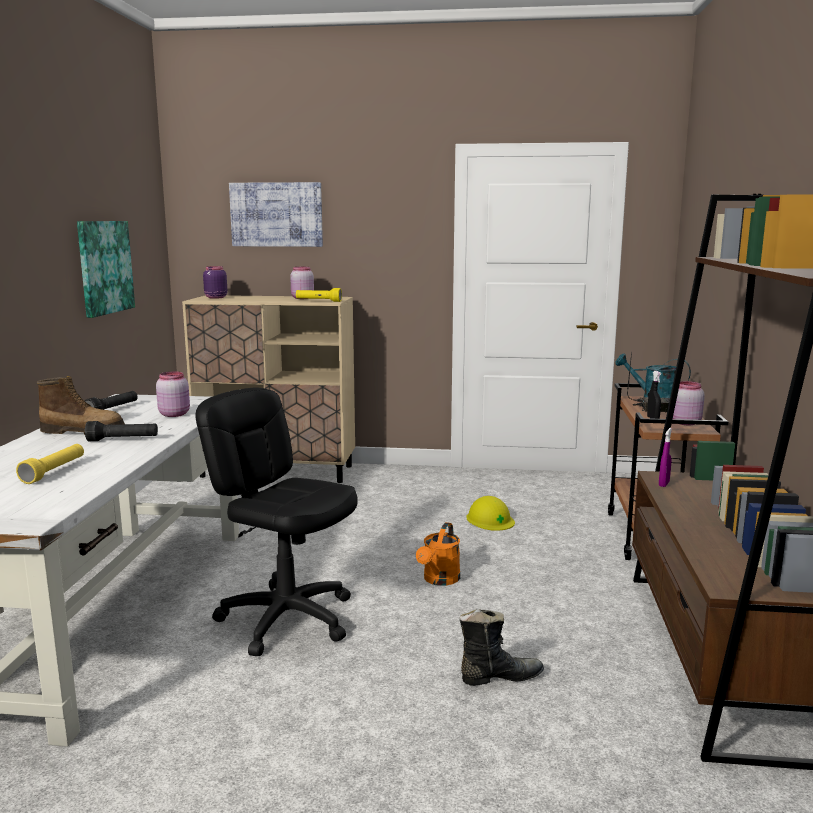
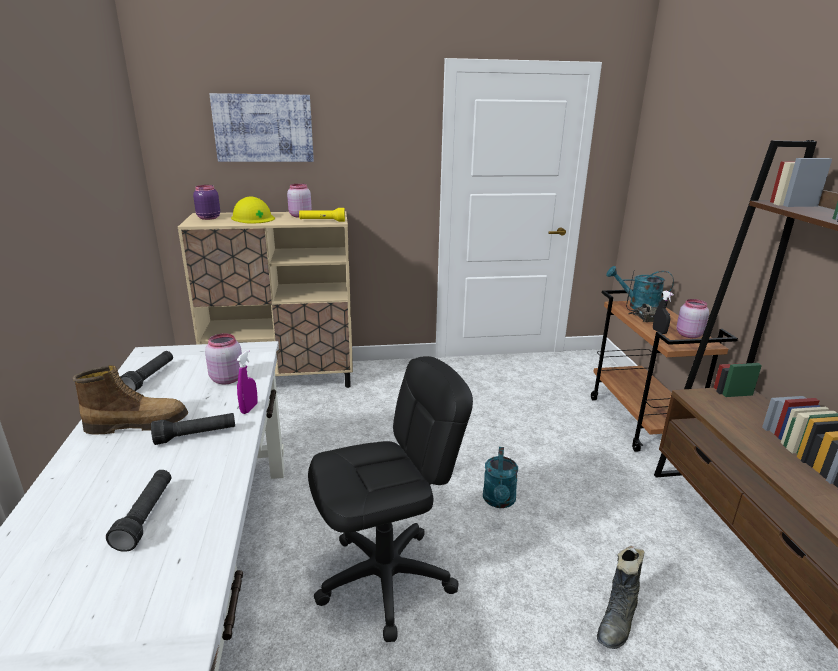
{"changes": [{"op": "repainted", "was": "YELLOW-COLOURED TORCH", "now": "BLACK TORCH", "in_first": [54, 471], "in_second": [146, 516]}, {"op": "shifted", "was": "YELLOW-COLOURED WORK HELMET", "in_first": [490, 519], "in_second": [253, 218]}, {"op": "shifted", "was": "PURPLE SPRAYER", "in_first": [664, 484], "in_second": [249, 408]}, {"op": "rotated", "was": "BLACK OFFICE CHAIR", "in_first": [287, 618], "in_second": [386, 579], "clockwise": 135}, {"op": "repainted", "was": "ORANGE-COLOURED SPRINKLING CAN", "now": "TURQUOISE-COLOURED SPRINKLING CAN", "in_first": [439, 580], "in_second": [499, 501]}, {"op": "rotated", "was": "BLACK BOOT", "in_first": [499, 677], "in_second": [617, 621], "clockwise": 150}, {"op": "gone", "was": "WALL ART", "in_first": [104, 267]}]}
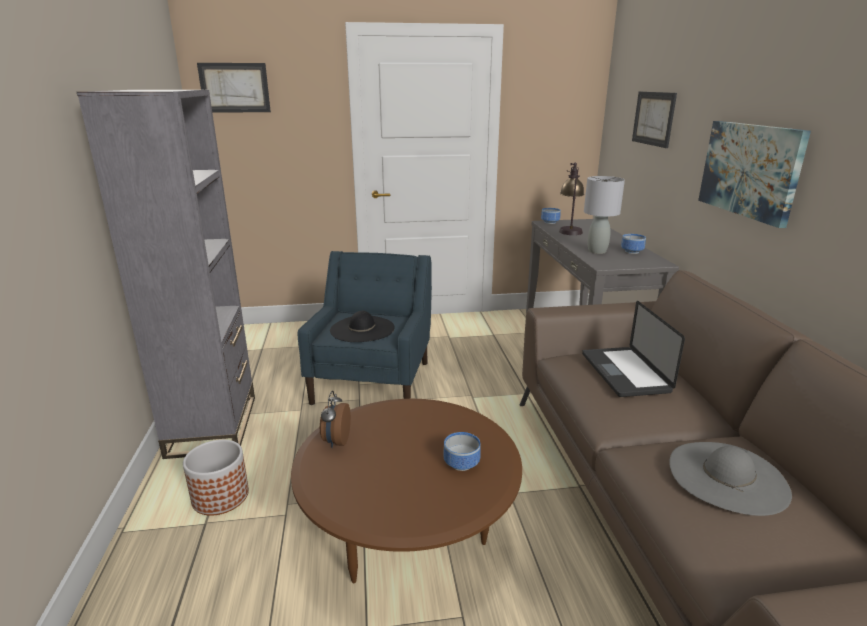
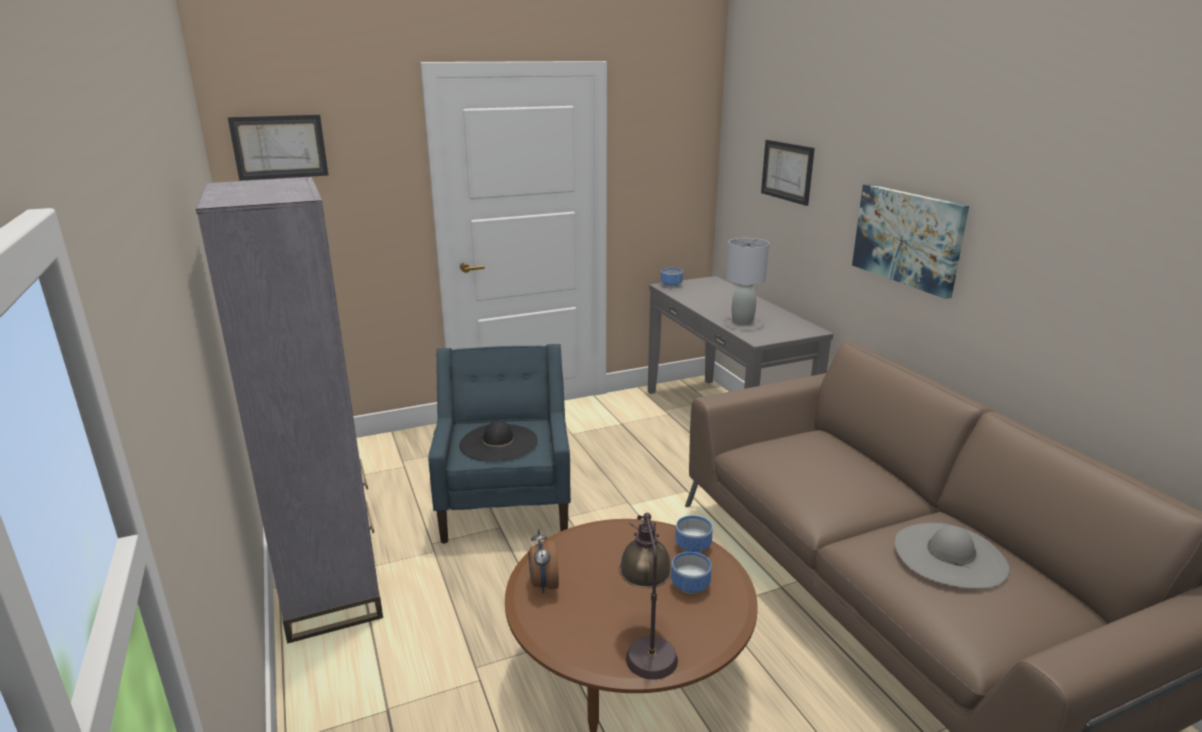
{"changes": [{"op": "shifted", "was": "TABLE LAMP", "in_first": [569, 230], "in_second": [647, 644]}, {"op": "shifted", "was": "SERVING BOWL", "in_first": [631, 251], "in_second": [691, 547]}, {"op": "gone", "was": "PLANT POT", "in_first": [220, 497]}, {"op": "gone", "was": "NOTEBOOK COMPUTER", "in_first": [625, 372]}]}
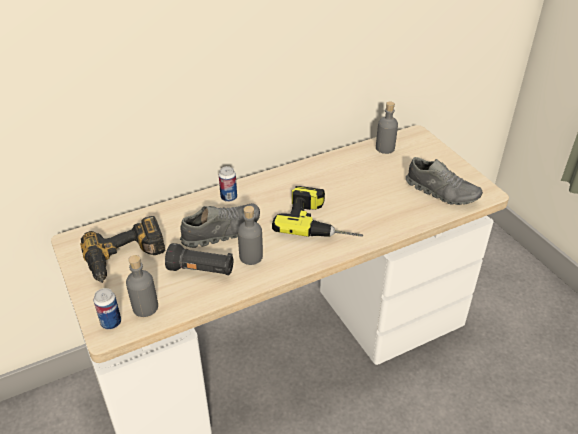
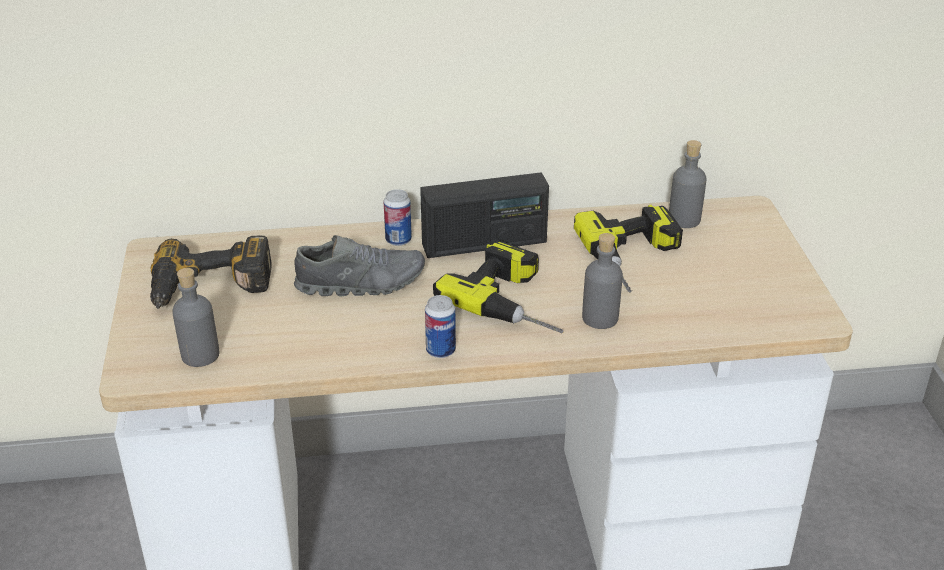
{"changes": [{"op": "new", "now": "RADIO SET", "in_second": [484, 243]}, {"op": "shifted", "was": "METAL CAN", "in_first": [111, 322], "in_second": [440, 351]}, {"op": "new", "now": "ELECTRIC DRILL", "in_second": [637, 259]}, {"op": "shifted", "was": "GREYISH DRINK BOTTLE", "in_first": [251, 256], "in_second": [600, 318]}, {"op": "gone", "was": "BLACK TORCH", "in_first": [201, 270]}, {"op": "gone", "was": "GREYISH ITEM OF FOOTWEAR", "in_first": [441, 192]}]}
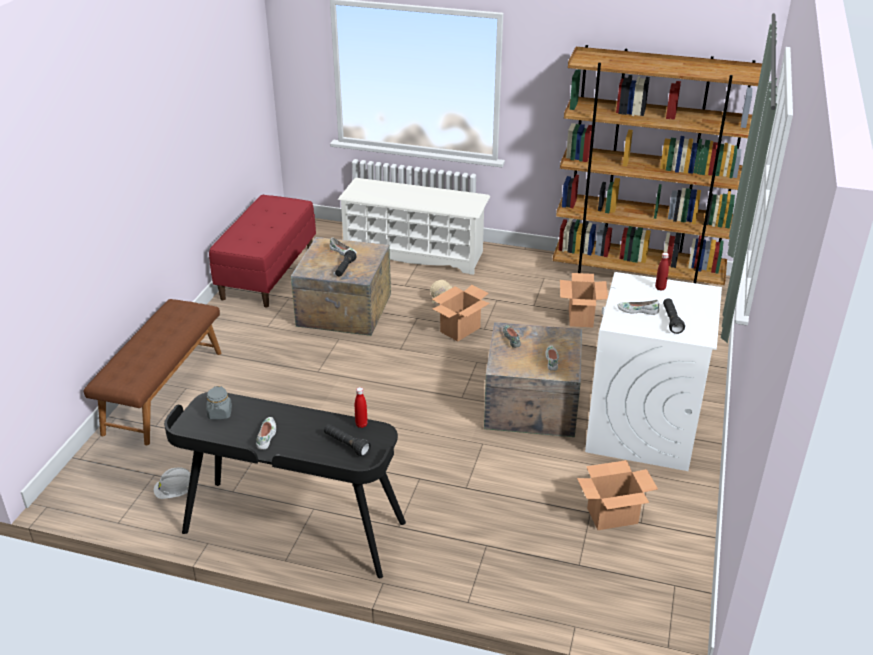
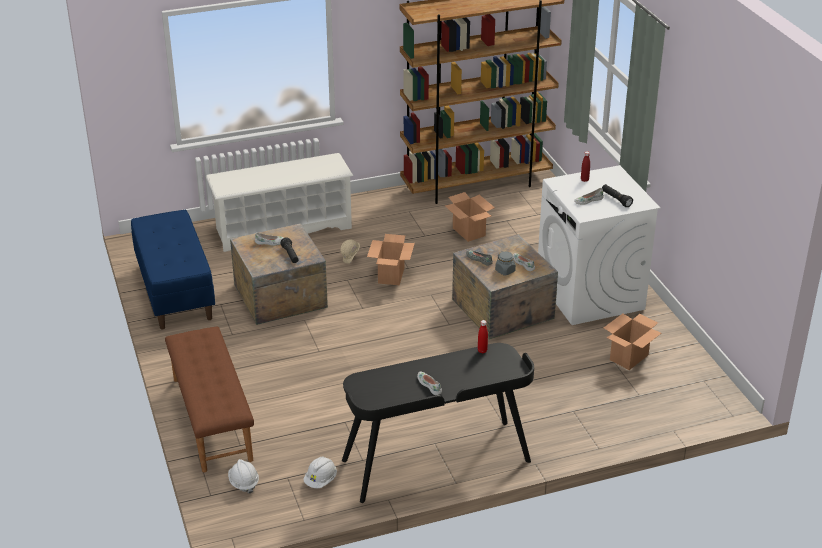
{"changes": [{"op": "repainted", "was": "RED BENCH", "now": "BLUE-COLOURED BENCH", "in_first": [268, 273], "in_second": [174, 291]}, {"op": "new", "now": "WHITISH WORK HELMET", "in_second": [243, 482]}, {"op": "shifted", "was": "GREYISH PRESERVE JAR", "in_first": [220, 413], "in_second": [505, 271]}, {"op": "gone", "was": "BLACK TORCH", "in_first": [346, 445]}]}
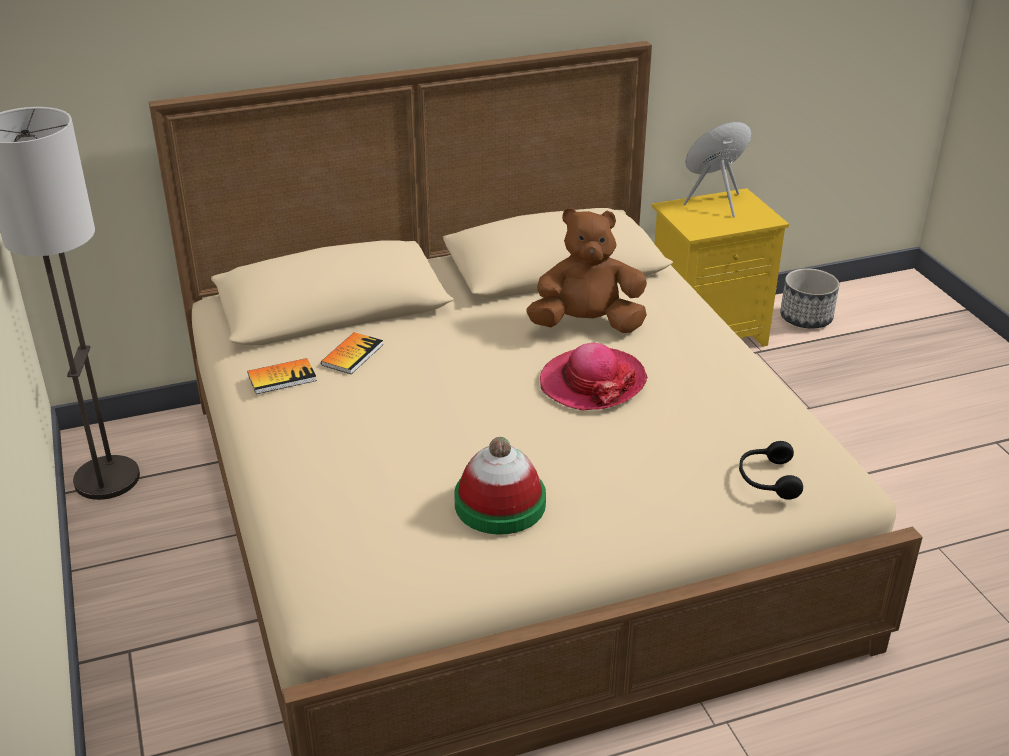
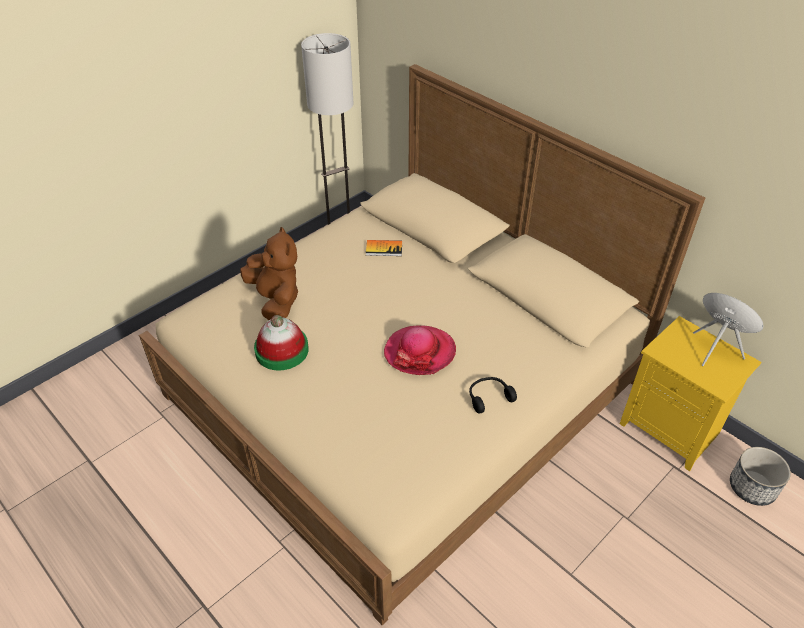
{"changes": [{"op": "shifted", "was": "BROWN-COLOURED SOFT TOY", "in_first": [587, 324], "in_second": [276, 300]}, {"op": "shifted", "was": "BLACK HEADSET", "in_first": [767, 479], "in_second": [489, 397]}, {"op": "gone", "was": "BOOK", "in_first": [282, 377]}]}
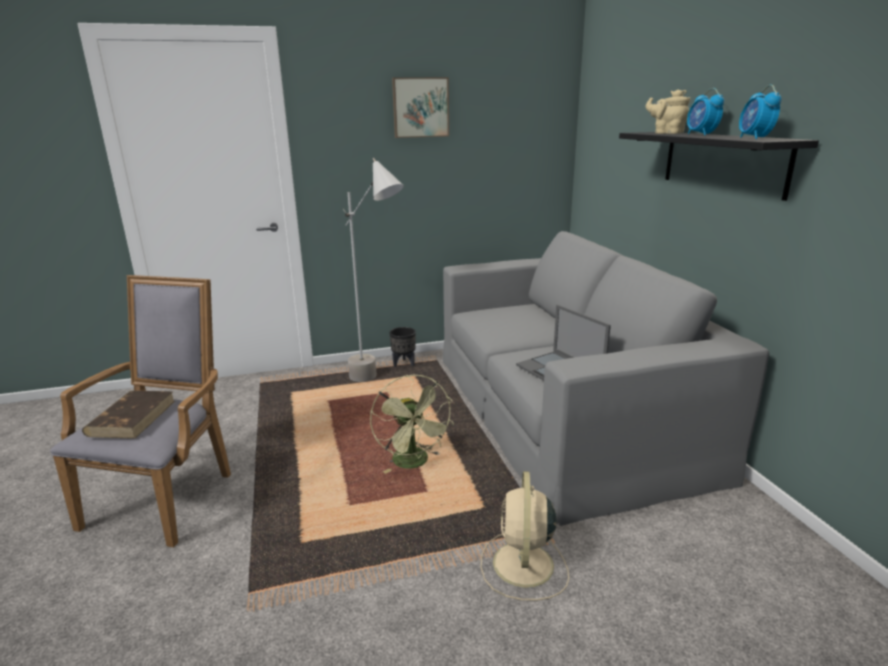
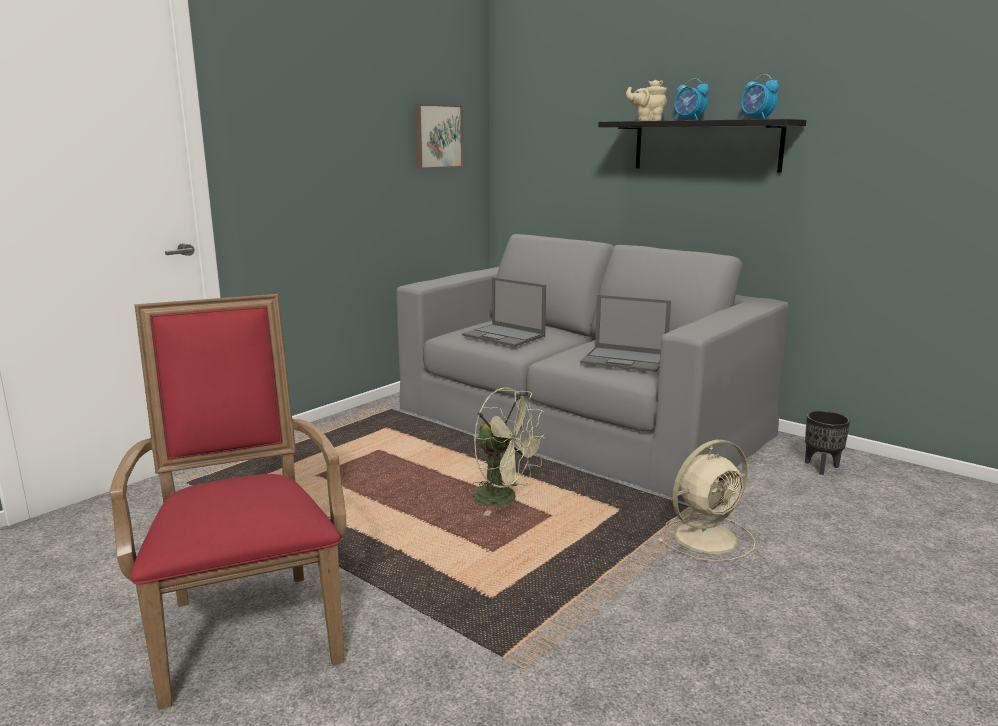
{"changes": [{"op": "repainted", "was": "GREYISH LOUNGE CHAIR", "now": "RED LOUNGE CHAIR", "in_first": [168, 495], "in_second": [247, 624]}, {"op": "shifted", "was": "WALL ART", "in_first": [420, 107], "in_second": [436, 136]}, {"op": "new", "now": "NOTEBOOK COMPUTER", "in_second": [504, 336]}, {"op": "rotated", "was": "BEIGE-COLOURED FAN", "in_first": [523, 566], "in_second": [708, 537], "clockwise": -90}, {"op": "shifted", "was": "BLACK PLANT POT", "in_first": [403, 364], "in_second": [821, 468]}, {"op": "gone", "was": "BROWN-COLOURED BOOK", "in_first": [132, 417]}, {"op": "gone", "was": "GREYISH STANDARD LAMP", "in_first": [379, 382]}]}
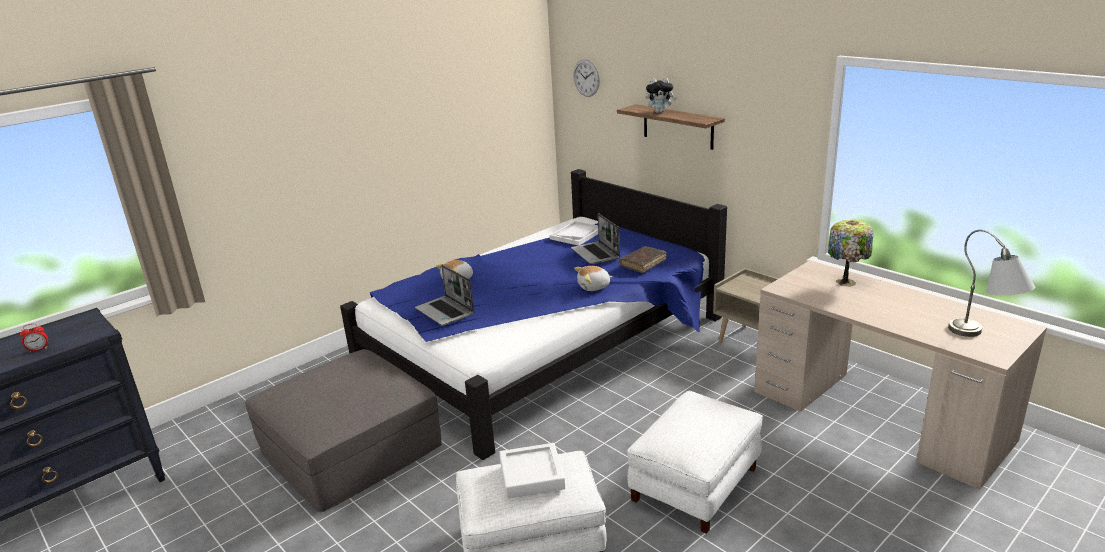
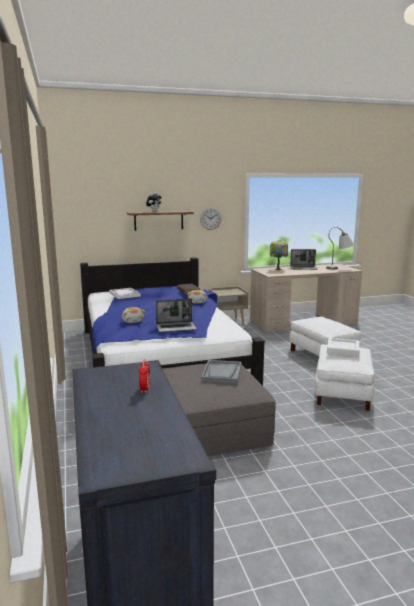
{"changes": [{"op": "shifted", "was": "WALL CLOCK", "in_first": [586, 78], "in_second": [210, 218]}, {"op": "new", "now": "GREYISH SERVING TRAY", "in_second": [222, 373]}, {"op": "shifted", "was": "NOTEBOOK COMPUTER", "in_first": [596, 254], "in_second": [304, 268]}]}
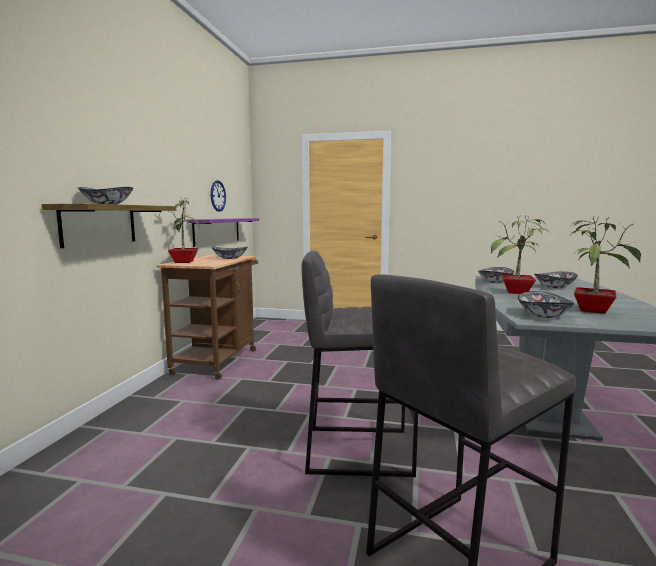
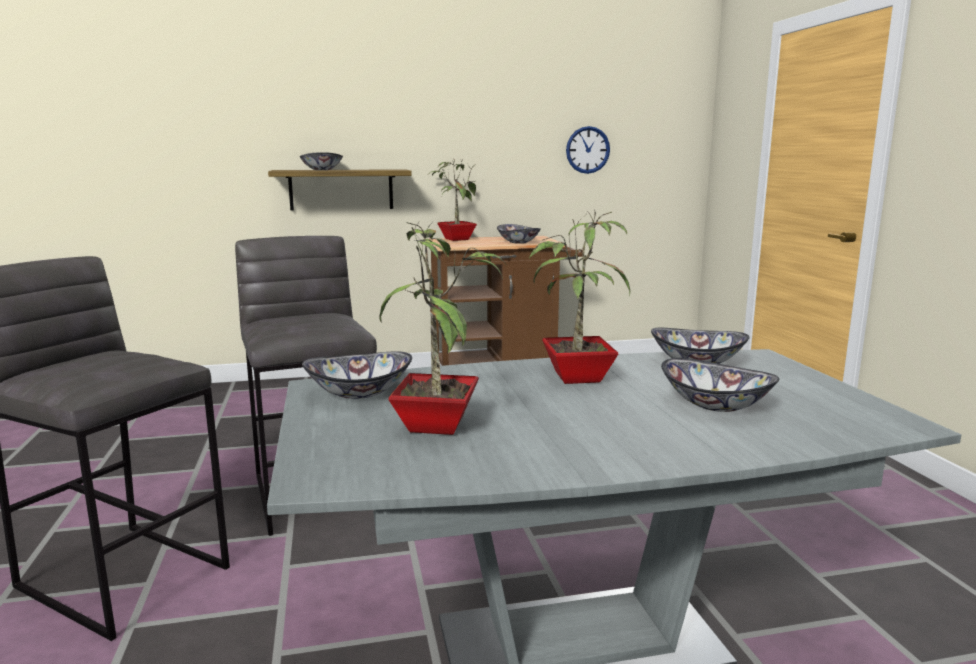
{"changes": [{"op": "gone", "was": "PURPLE SHELF", "in_first": [217, 231]}]}
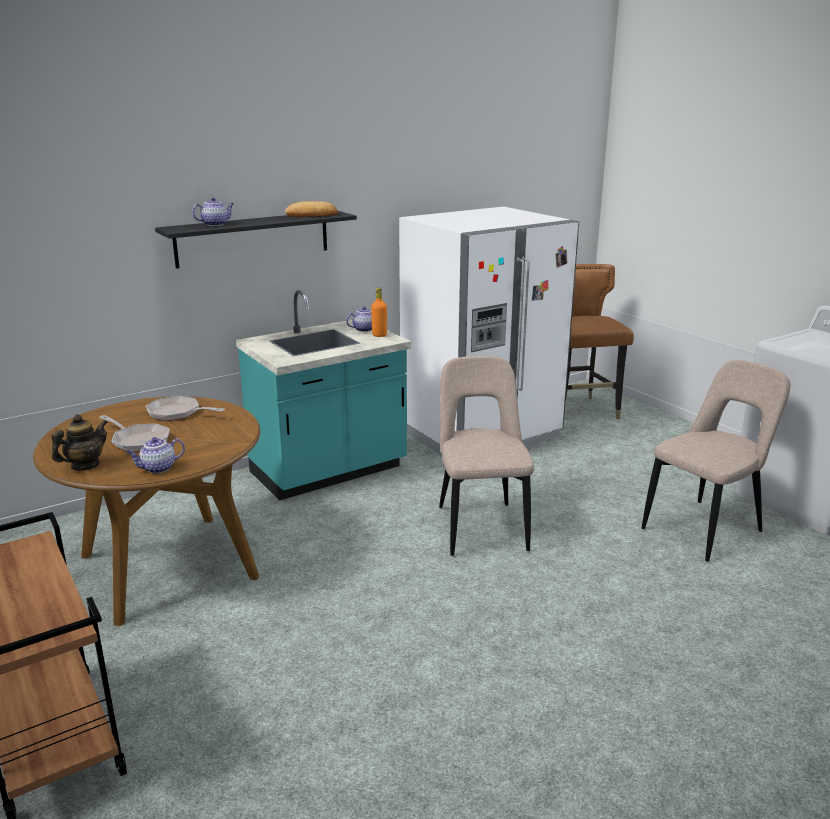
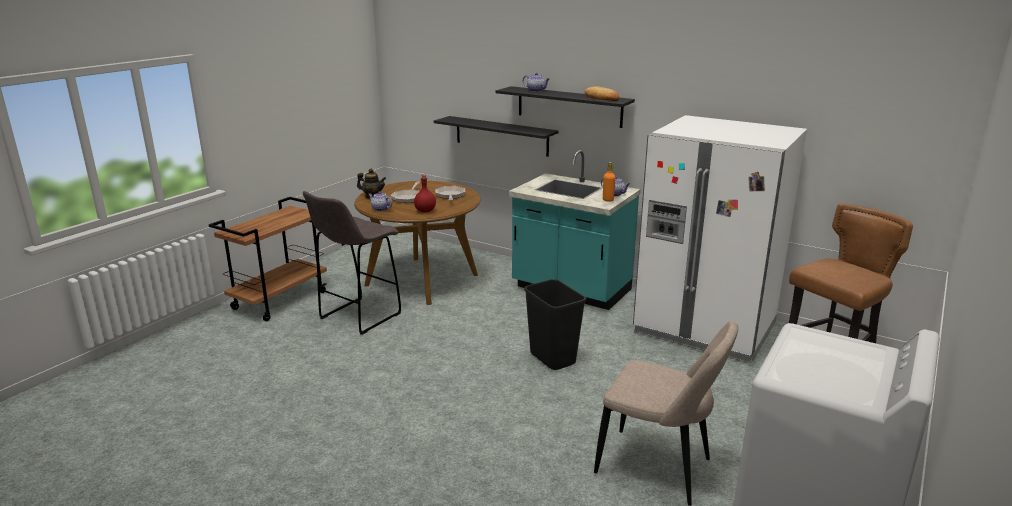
{"changes": [{"op": "new", "now": "GREYISH STOOL", "in_second": [358, 317]}, {"op": "new", "now": "RED DRINK BOTTLE", "in_second": [425, 211]}, {"op": "new", "now": "BLACK SHELF", "in_second": [501, 136]}, {"op": "swapped", "was": "BEIGE-COLOURED CHAIR", "now": "BLACK WASTE BIN", "in_first": [480, 525], "in_second": [553, 358]}]}
